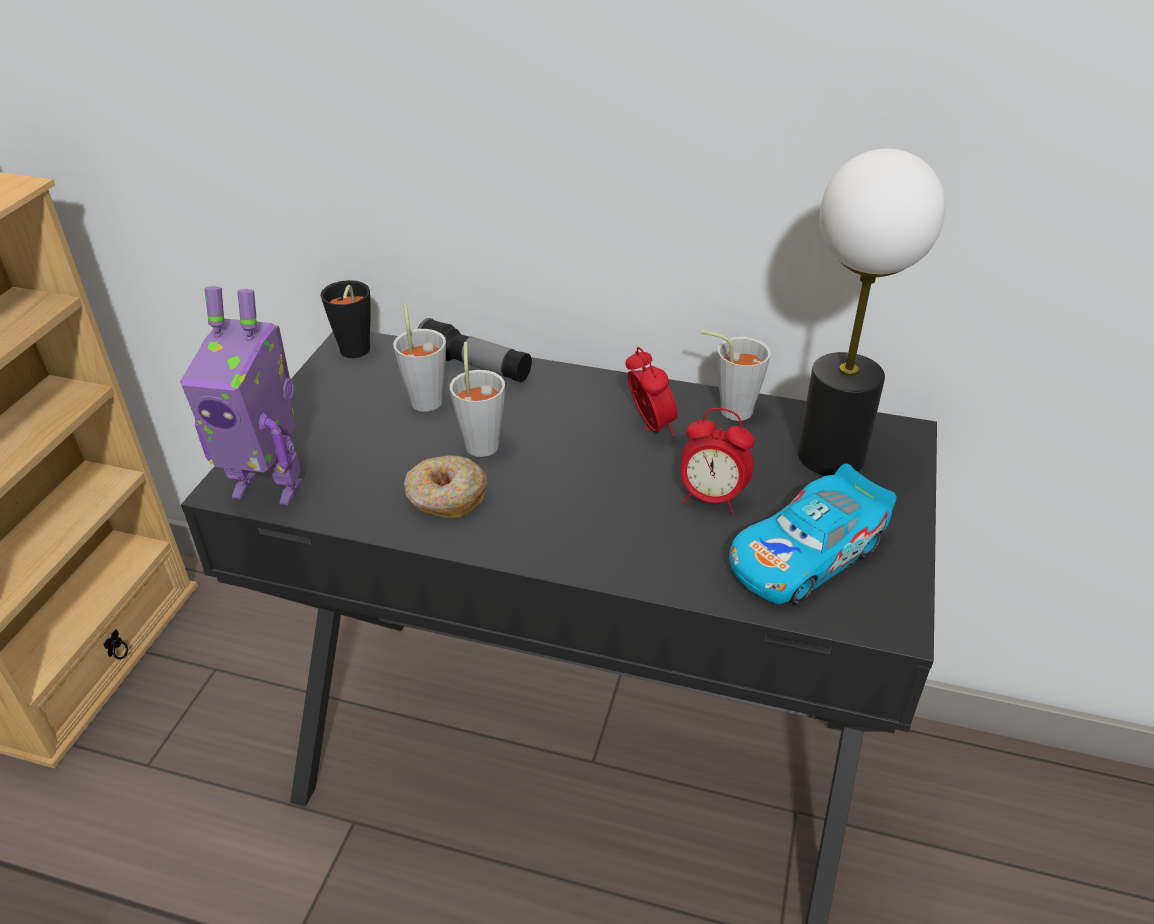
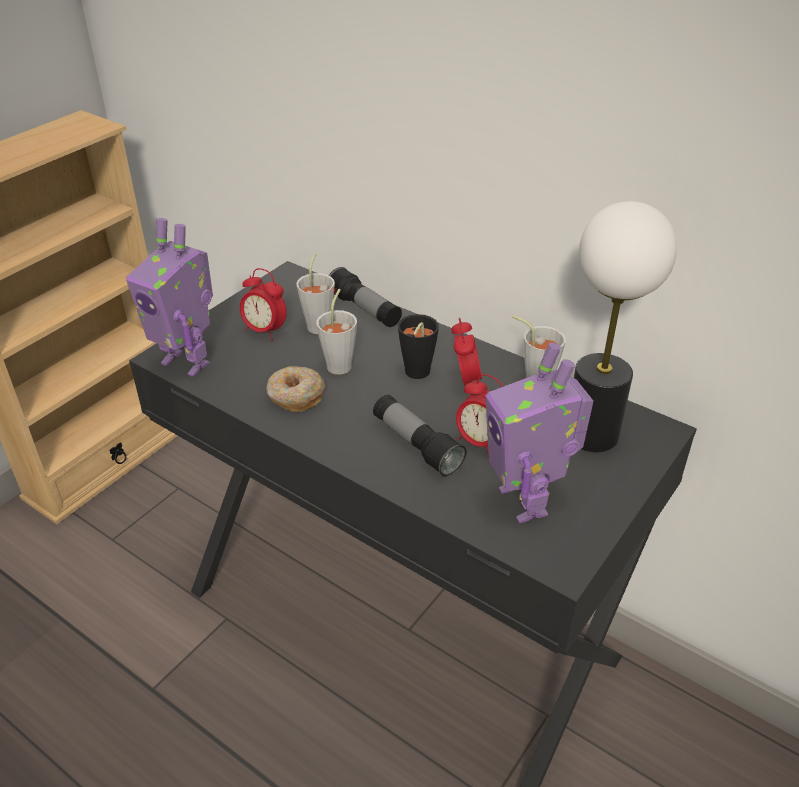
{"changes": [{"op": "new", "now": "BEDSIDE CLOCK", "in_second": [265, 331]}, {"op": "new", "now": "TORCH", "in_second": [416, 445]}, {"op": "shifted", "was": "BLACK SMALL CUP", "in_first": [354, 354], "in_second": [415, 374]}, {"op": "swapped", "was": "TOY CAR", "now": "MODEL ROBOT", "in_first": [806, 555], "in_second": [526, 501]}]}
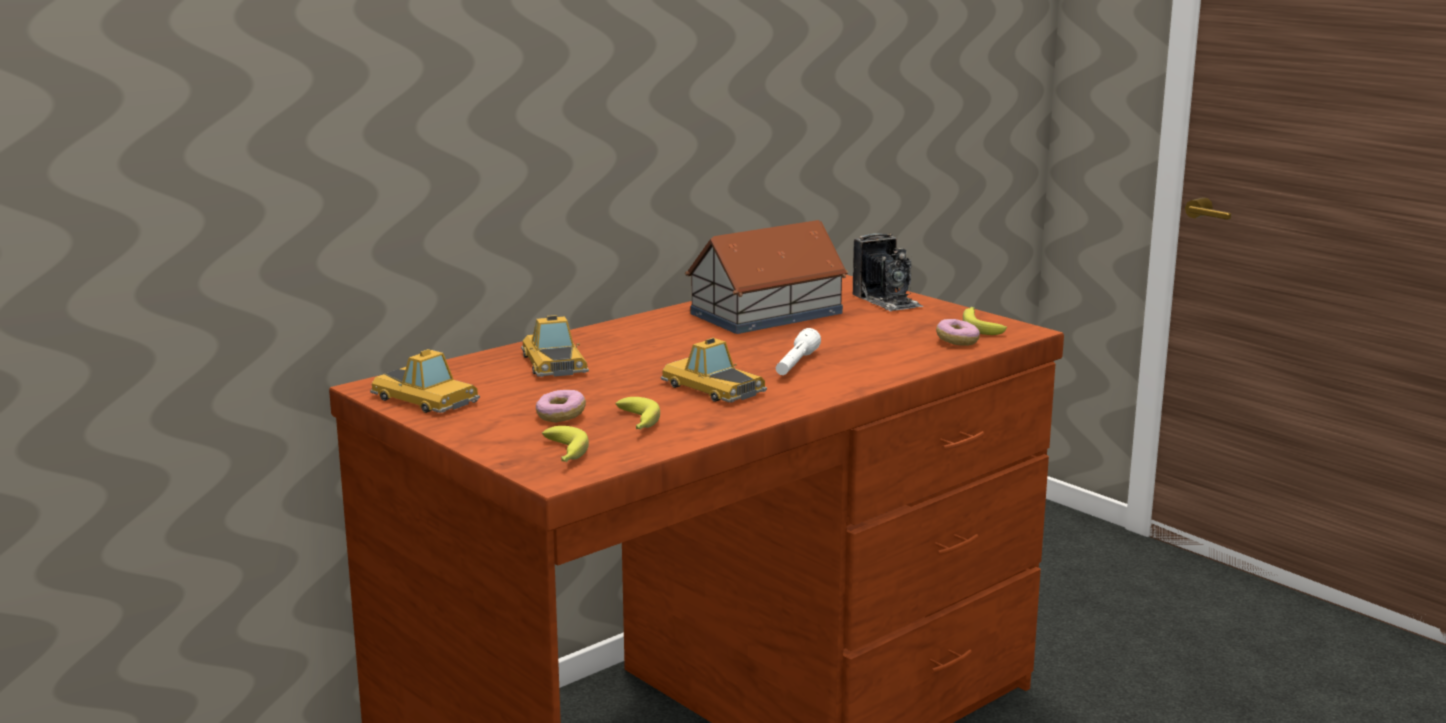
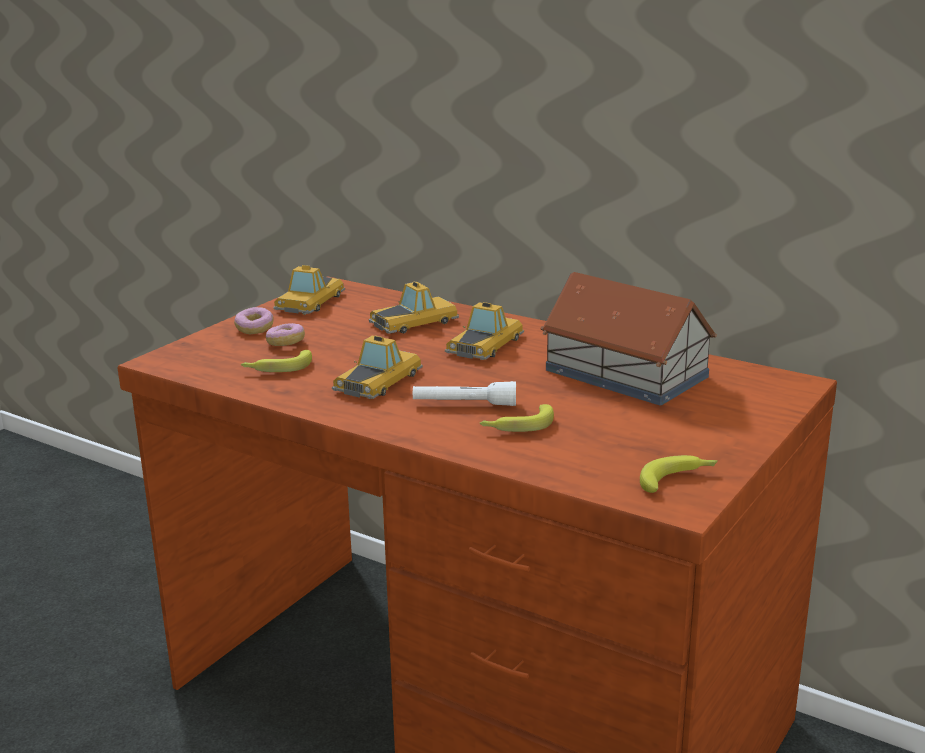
{"changes": [{"op": "shifted", "was": "RING DOUGHNUT", "in_first": [957, 342], "in_second": [254, 329]}, {"op": "new", "now": "TOY CAR", "in_second": [486, 344]}, {"op": "shifted", "was": "BANANA FRUIT", "in_first": [564, 454], "in_second": [517, 426]}, {"op": "gone", "was": "PHOTO CAMERA", "in_first": [887, 301]}]}
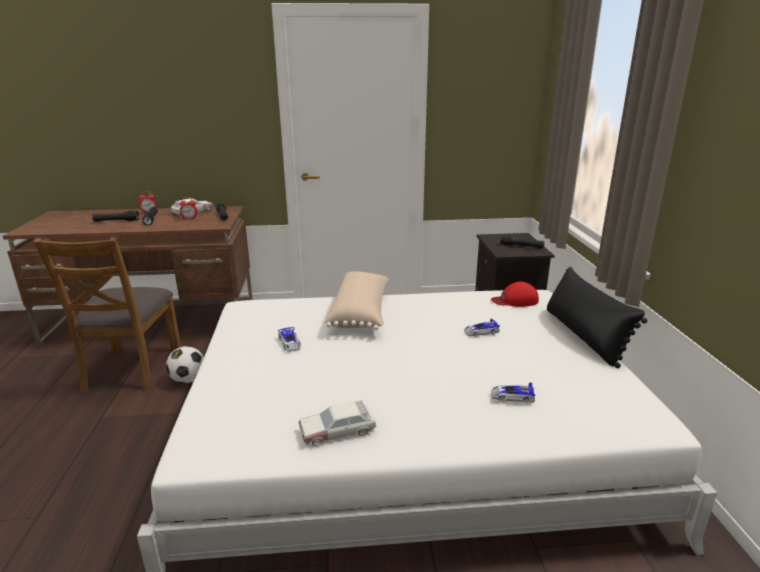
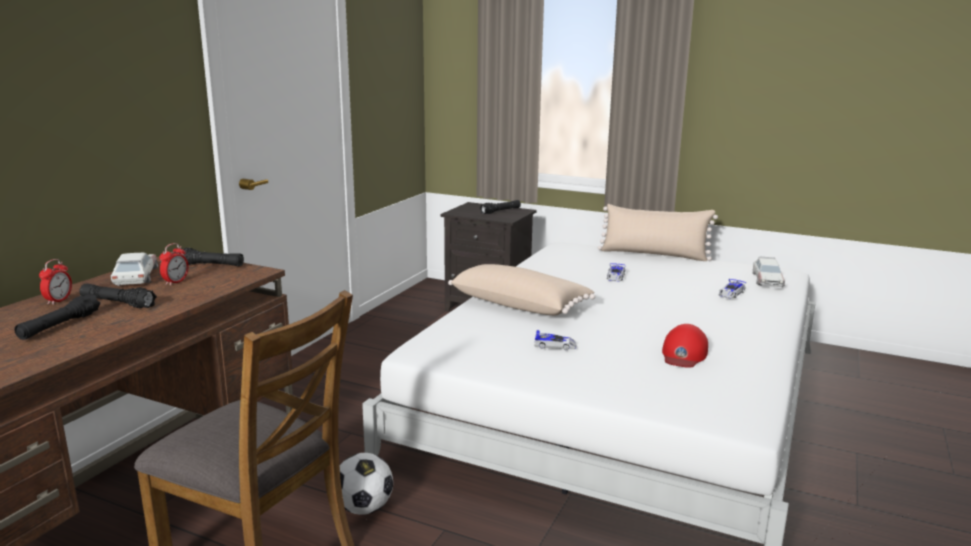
{"changes": [{"op": "repainted", "was": "BLACK THROW PILLOW", "now": "BEIGE-COLOURED THROW PILLOW", "in_first": [584, 336], "in_second": [654, 255]}, {"op": "shifted", "was": "RED CAP", "in_first": [515, 300], "in_second": [683, 354]}, {"op": "shifted", "was": "TOY CAR", "in_first": [338, 431], "in_second": [767, 280]}]}
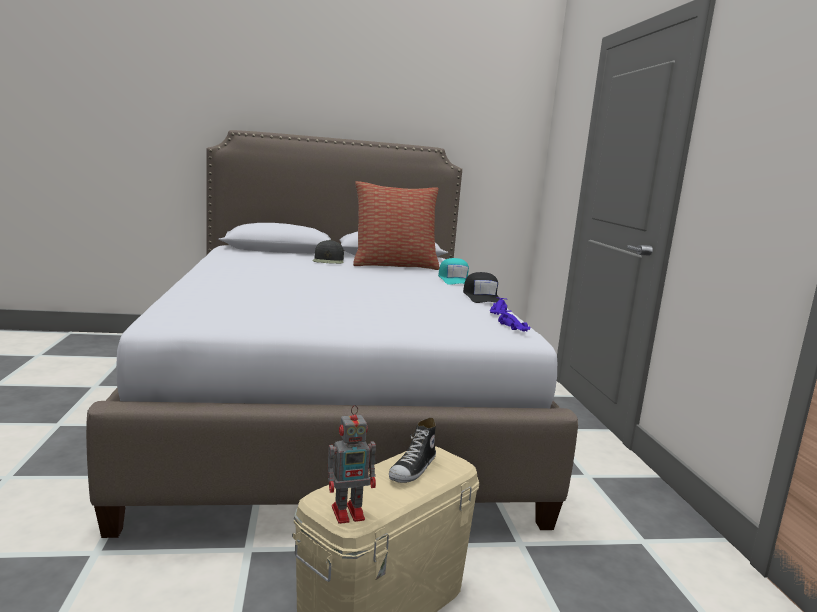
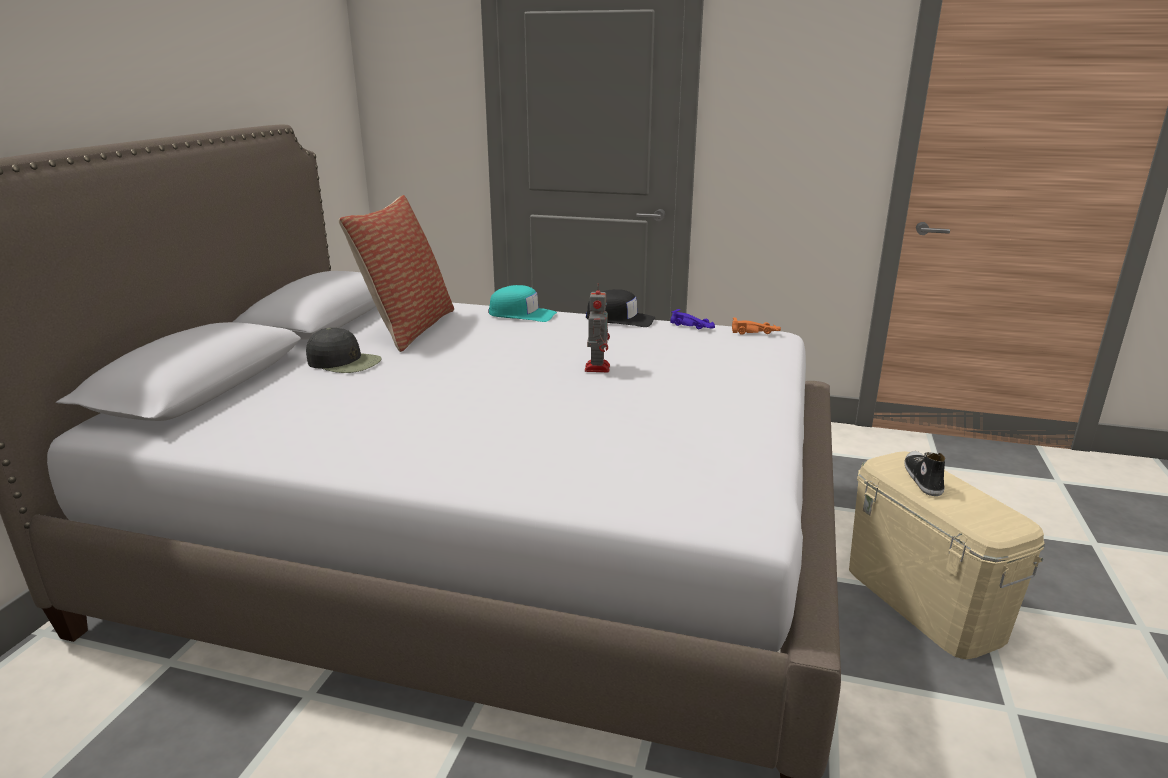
{"changes": [{"op": "shifted", "was": "MODEL ROBOT", "in_first": [350, 512], "in_second": [597, 367]}, {"op": "repainted", "was": "PURPLE TOY CAR", "now": "ORANGE-COLOURED TOY CAR", "in_first": [514, 328], "in_second": [755, 332]}, {"op": "rotated", "was": "ITEM OF FOOTWEAR", "in_first": [413, 469], "in_second": [922, 478], "clockwise": -135}]}
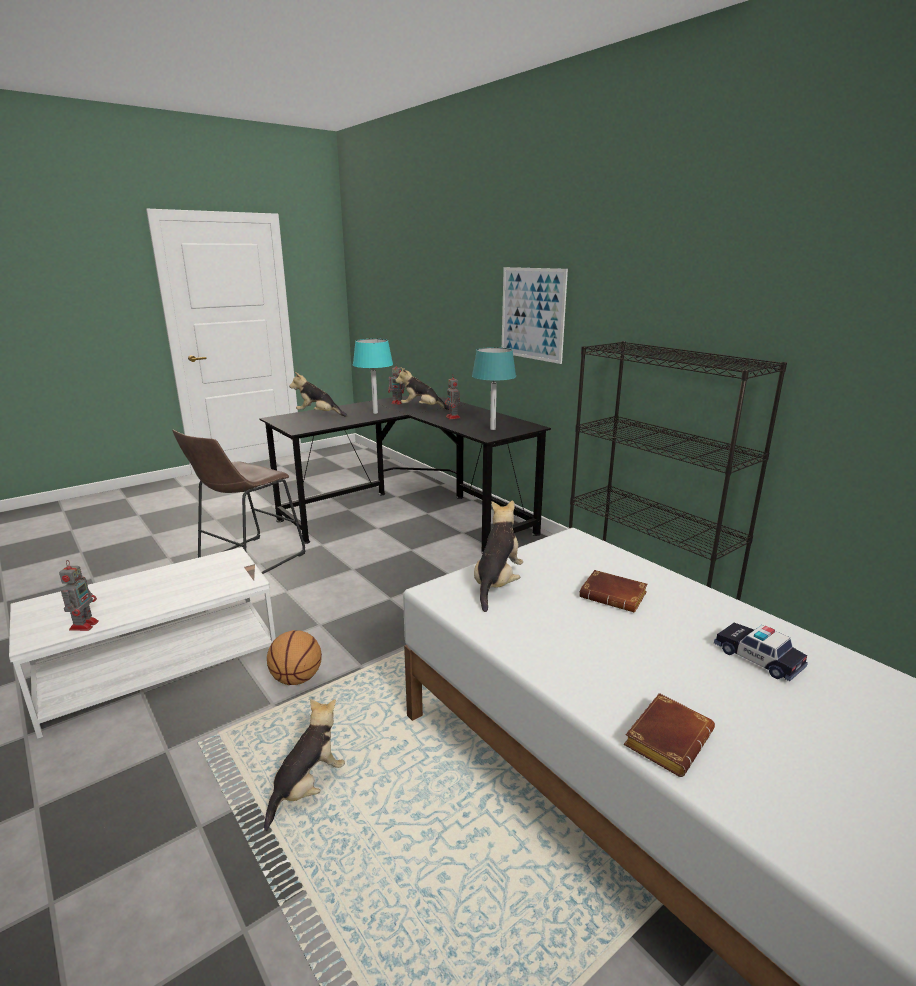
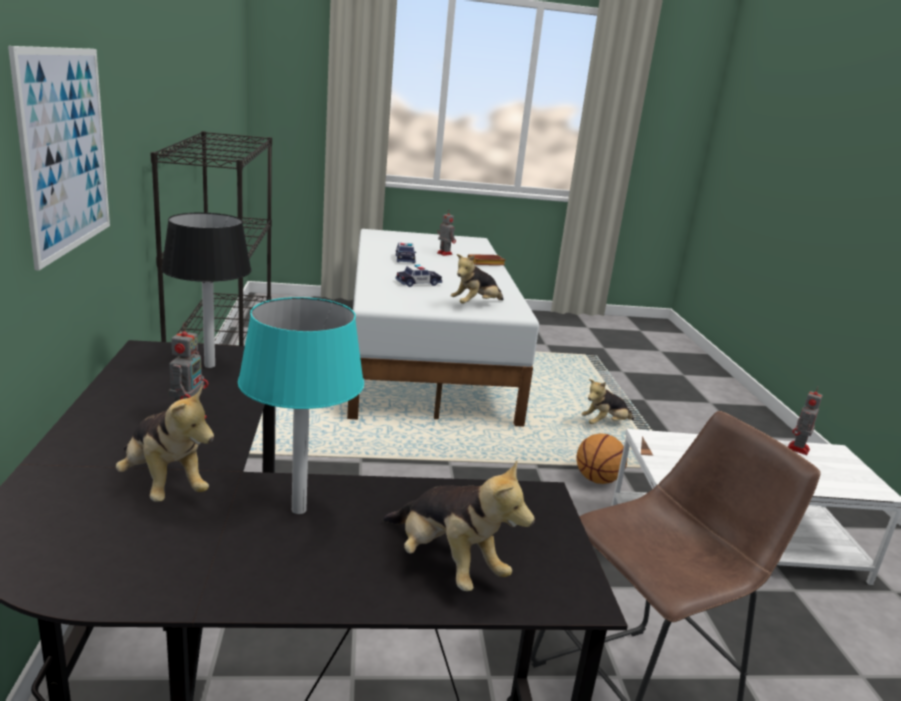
{"changes": [{"op": "repainted", "was": "TURQUOISE-COLOURED TABLE LAMP", "now": "BLACK TABLE LAMP", "in_first": [492, 429], "in_second": [209, 366]}, {"op": "swapped", "was": "BROWN-COLOURED BOOK", "now": "TOY CAR", "in_first": [615, 596], "in_second": [418, 283]}, {"op": "shifted", "was": "MODEL ROBOT", "in_first": [398, 403], "in_second": [444, 253]}]}
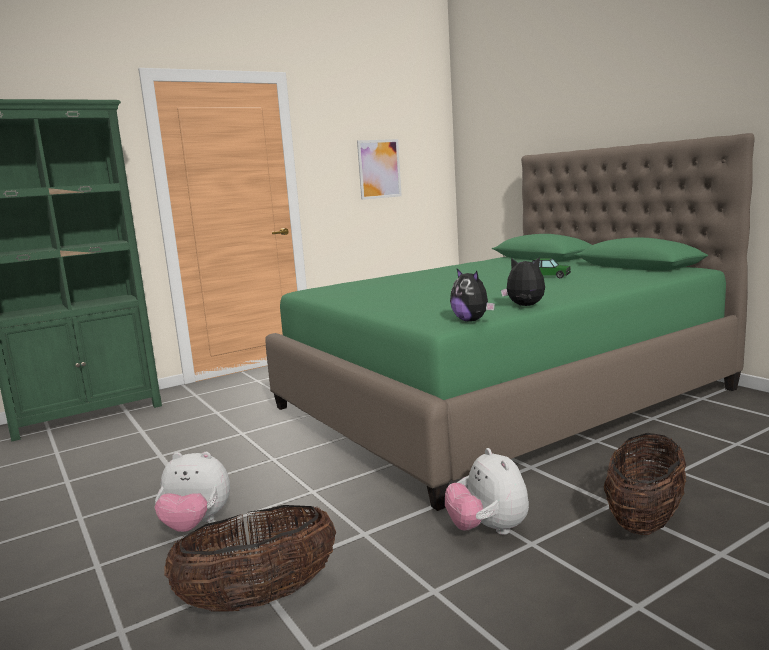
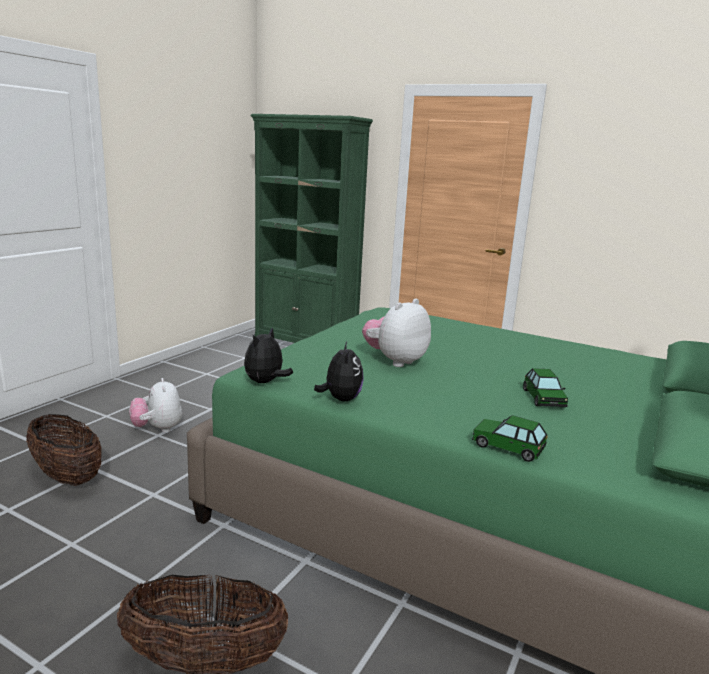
{"changes": [{"op": "shifted", "was": "SOFT TOY", "in_first": [488, 530], "in_second": [395, 361]}, {"op": "new", "now": "TOY CAR", "in_second": [508, 447]}, {"op": "gone", "was": "WALL ART", "in_first": [379, 169]}]}
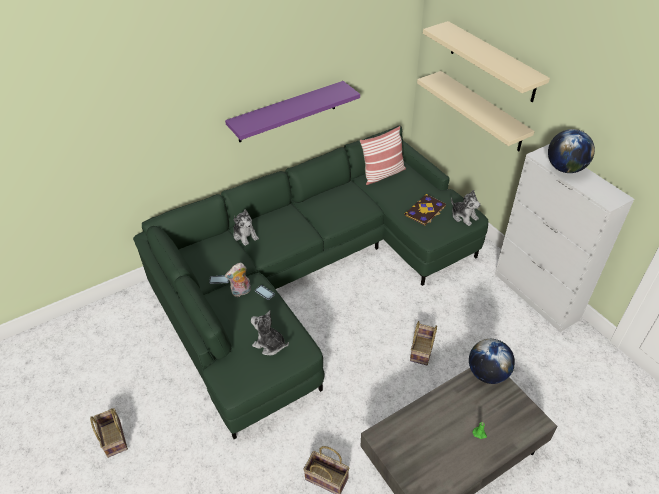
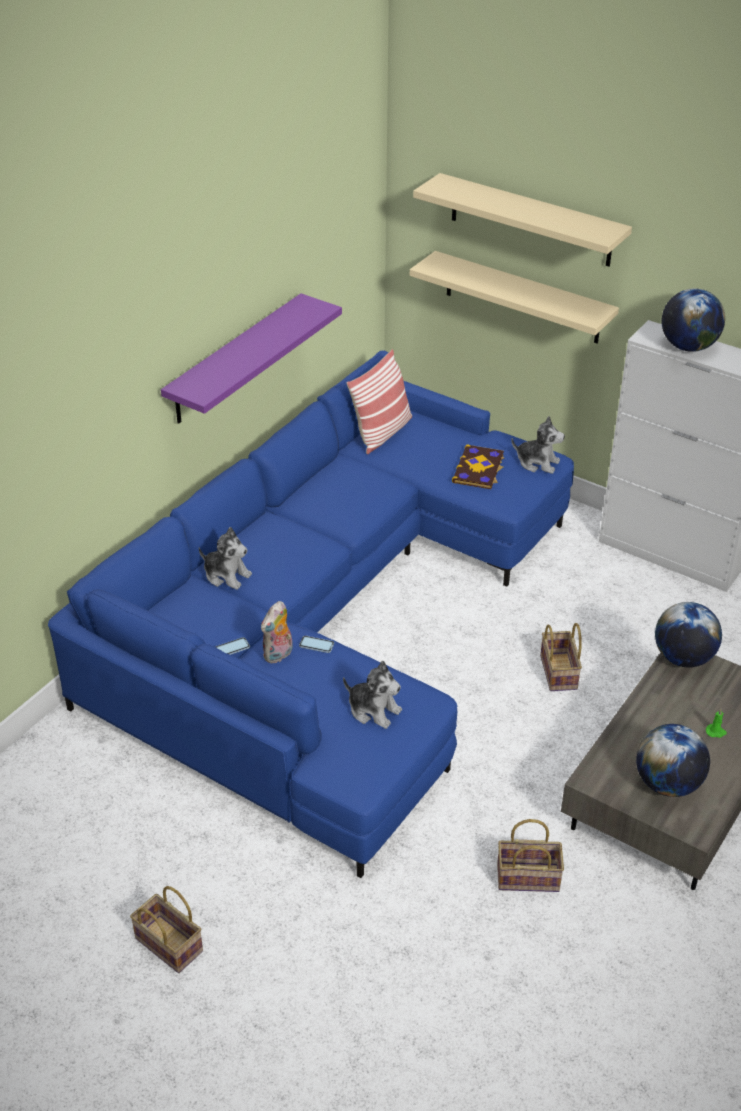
{"changes": [{"op": "repainted", "was": "GREEN COUCH", "now": "BLUE-COLOURED COUCH", "in_first": [308, 275], "in_second": [327, 621]}, {"op": "rotated", "was": "SOFT TOY", "in_first": [269, 344], "in_second": [373, 710], "clockwise": -150}, {"op": "new", "now": "DESK GLOBE", "in_second": [667, 784]}]}
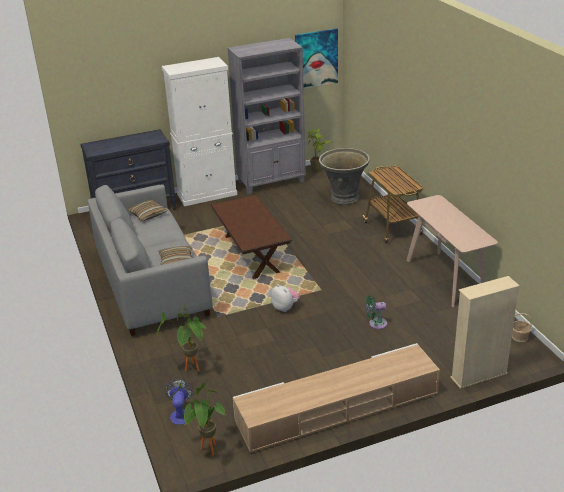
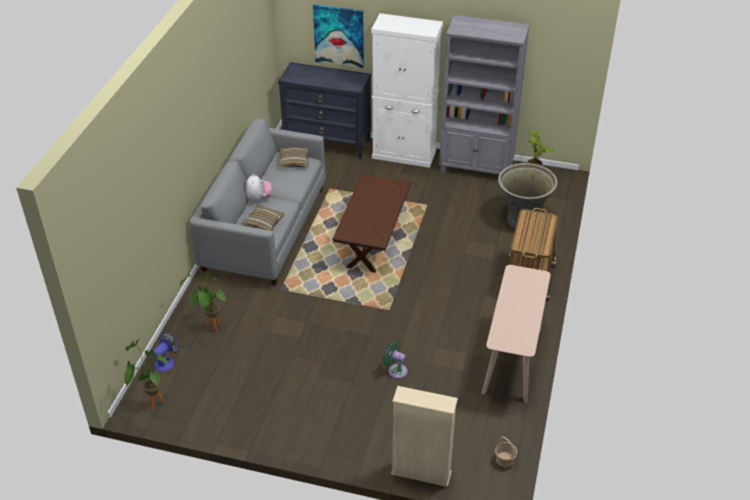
{"changes": [{"op": "shifted", "was": "SOFT TOY", "in_first": [285, 308], "in_second": [259, 198]}, {"op": "shifted", "was": "WALL ART", "in_first": [316, 59], "in_second": [339, 36]}, {"op": "gone", "was": "BEIGE-COLOURED TV STAND", "in_first": [337, 409]}]}
